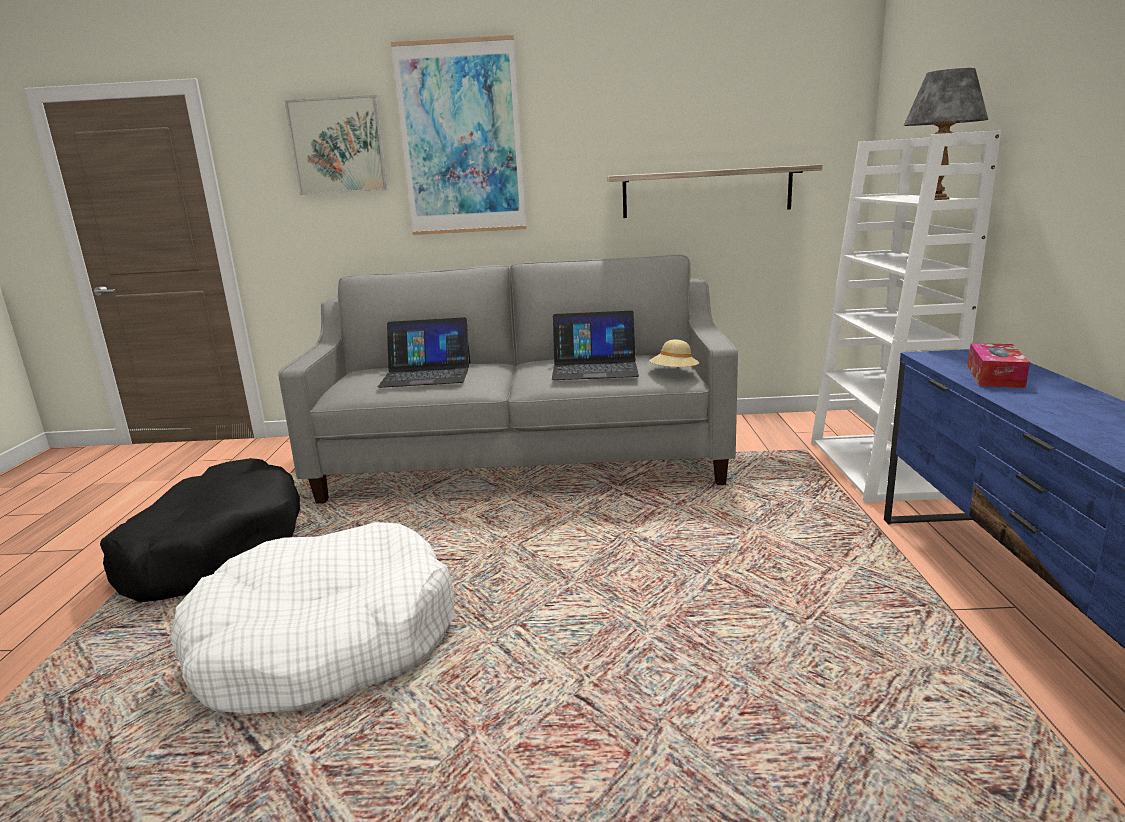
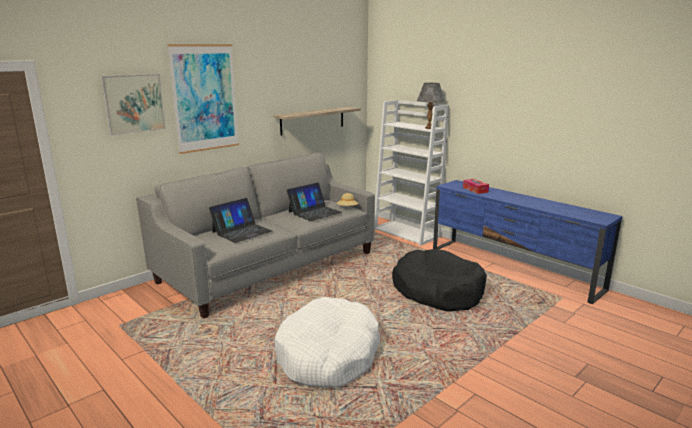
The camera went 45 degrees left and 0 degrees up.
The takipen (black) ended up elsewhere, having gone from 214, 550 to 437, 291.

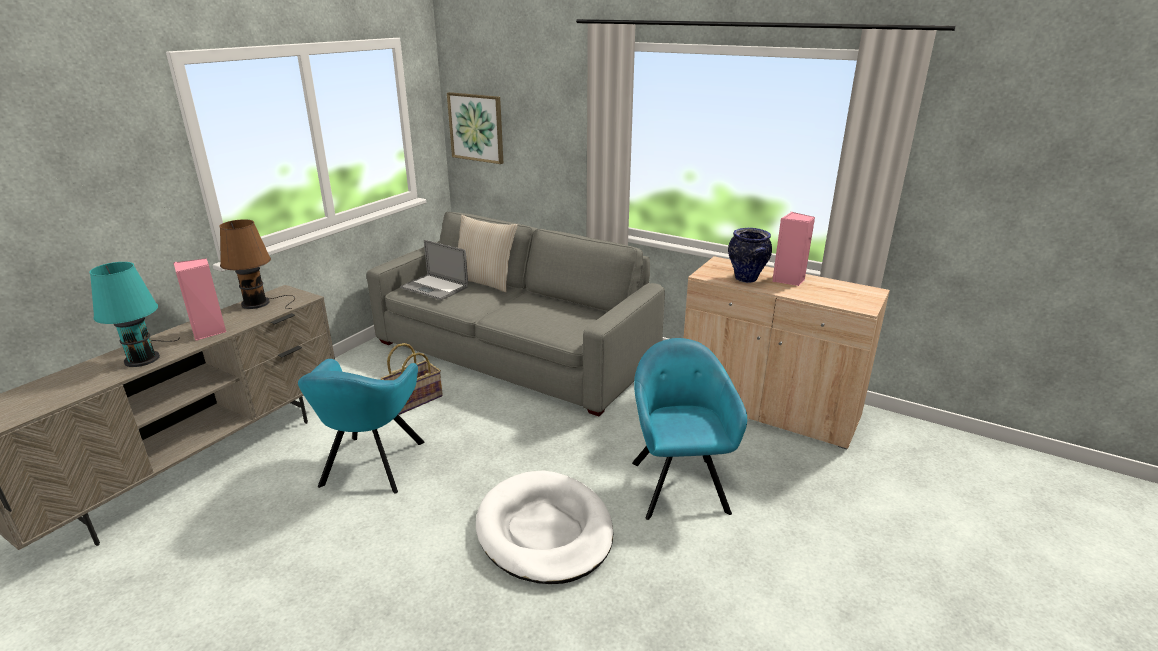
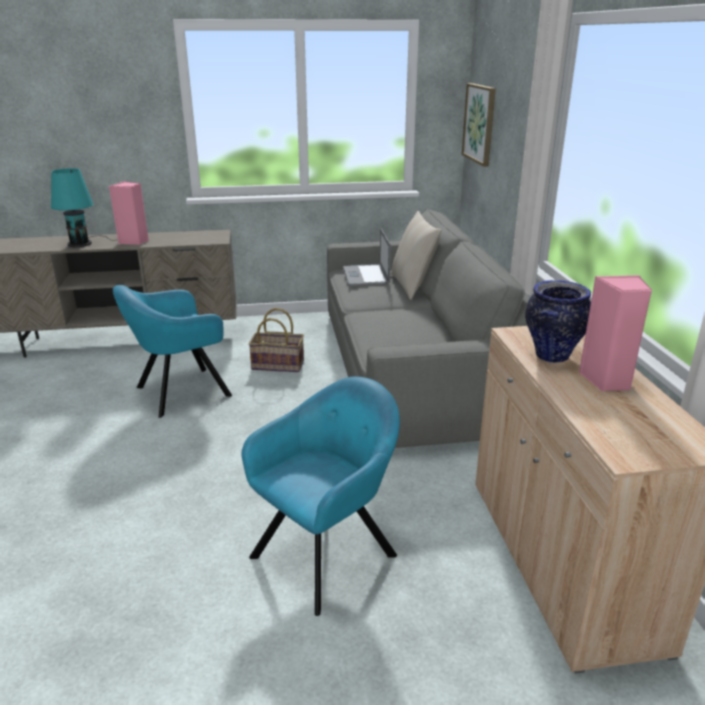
The camera went 50 degrees right and 0 degrees up.
The second view lost the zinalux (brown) at 259, 303.
The second view lost the takipen (white) at 544, 531.

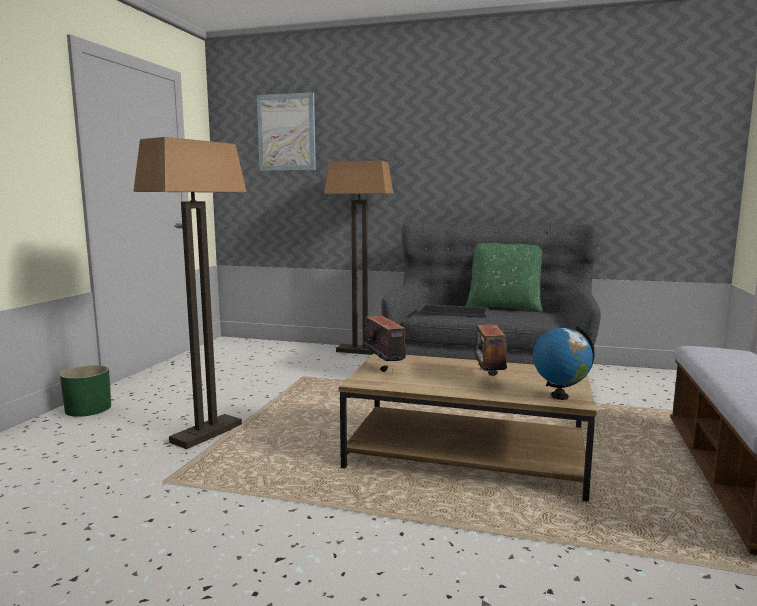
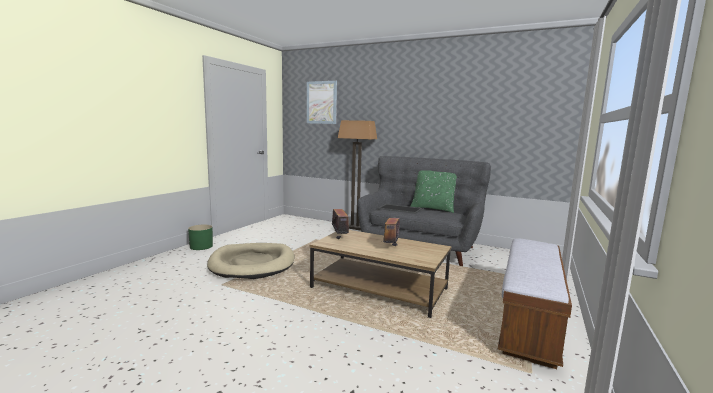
The camera went 10 degrees right and 0 degrees up.
Where the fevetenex stood at 207, 433, the takipen (beige) came to stand at 252, 264.
The second view lost the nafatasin at 559, 396.

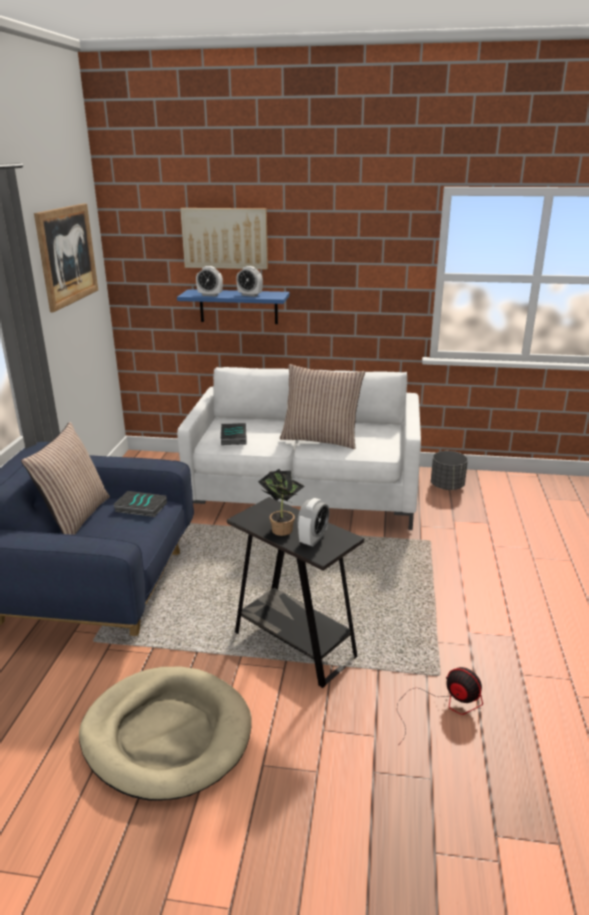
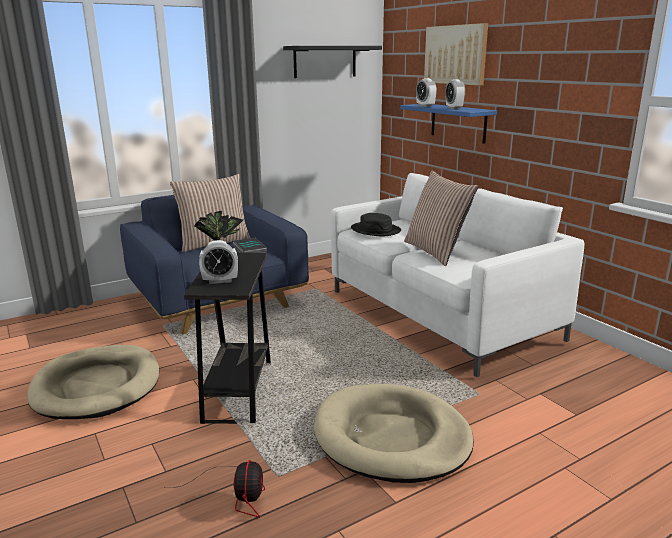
The camera went 50 degrees right and 5 degrees down.
Where the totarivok hung at 67, 255, the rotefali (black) came to hang at 325, 61.
The second view gained the takipen (beige) at 391, 437.
Where the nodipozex stood at 233, 437, the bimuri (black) came to stand at 375, 230.
The second view lost the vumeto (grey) at 447, 486.

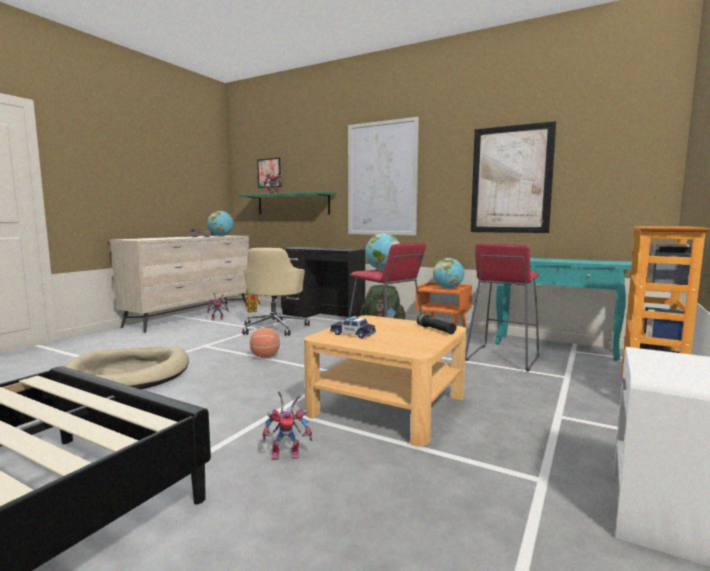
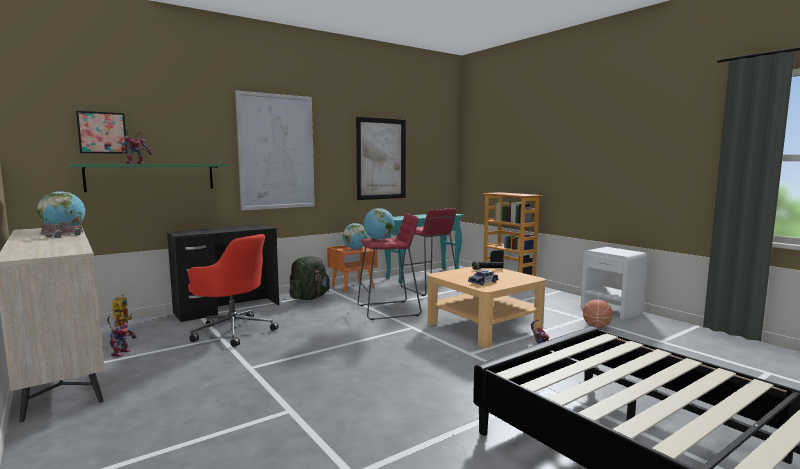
The camera went 65 degrees left and 0 degrees up.
What was the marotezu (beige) at 274, 328 turned into the marotezu (red) at 233, 331.
The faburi ended up elsewhere, having gone from 265, 357 to 596, 326.
The second view lost the takipen (beige) at 128, 374.

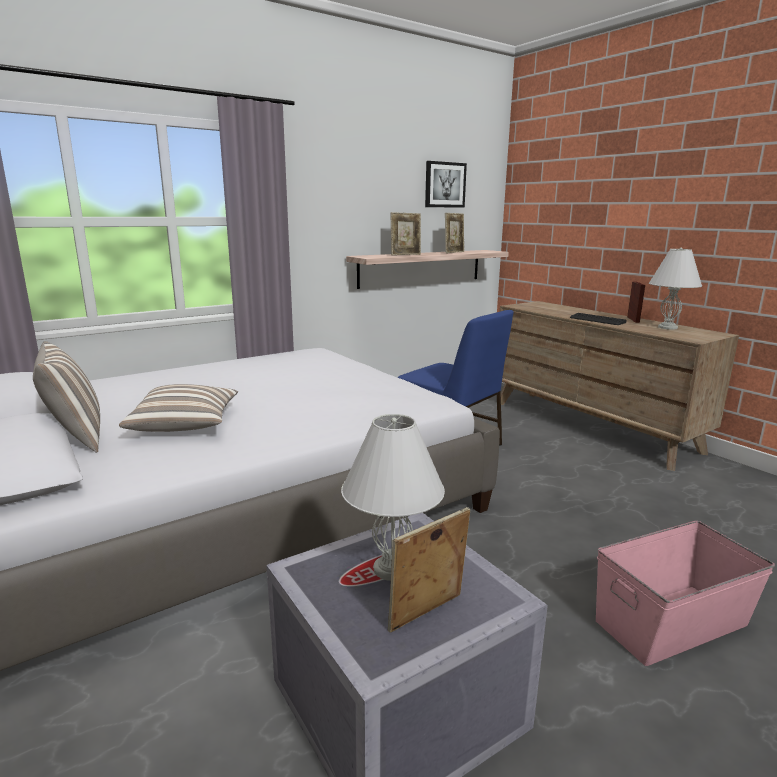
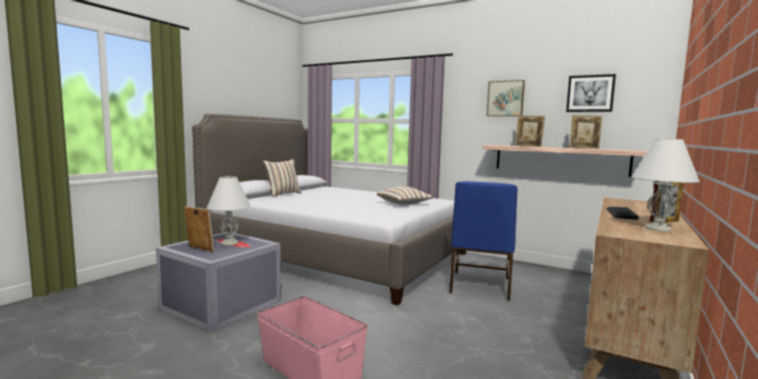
The camera went 65 degrees right and 10 degrees down.
The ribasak ended up elsewhere, having gone from 185, 425 to 404, 204.
The second view gained the totarivok at 505, 98.

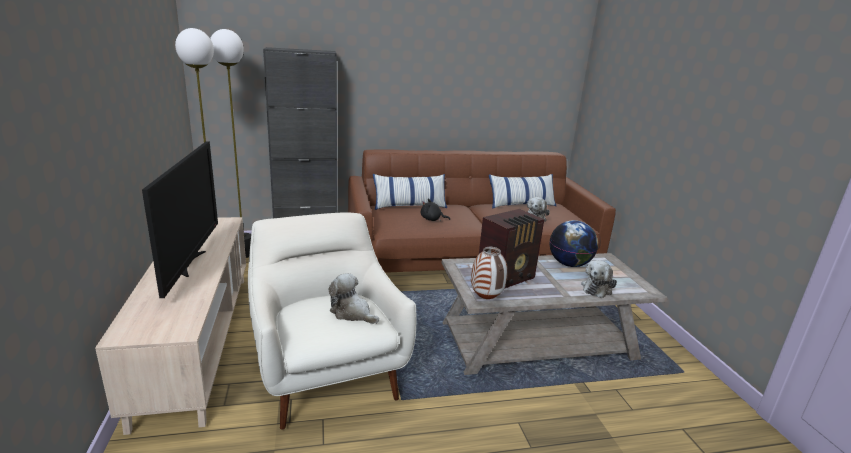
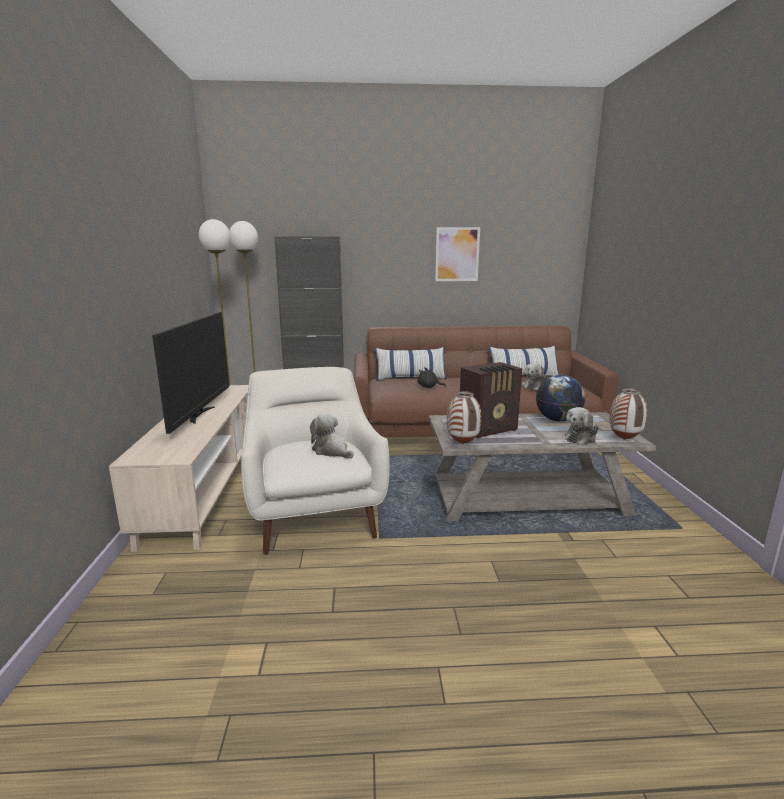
The camera went 10 degrees right and 5 degrees down.
The second view gained the totarivok at 457, 254.
The second view gained the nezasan at 623, 439.

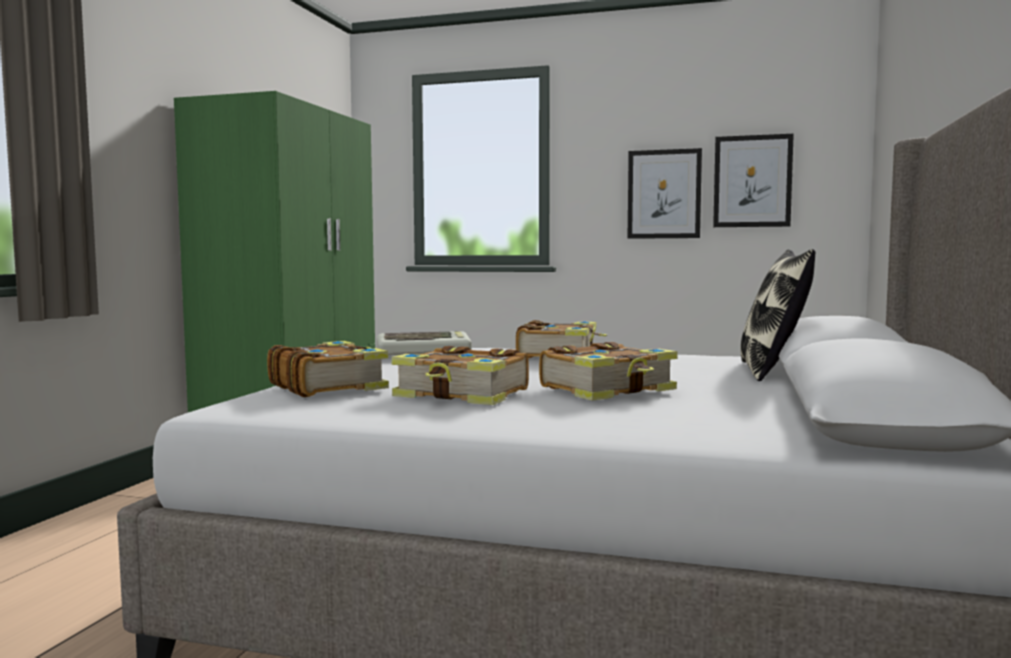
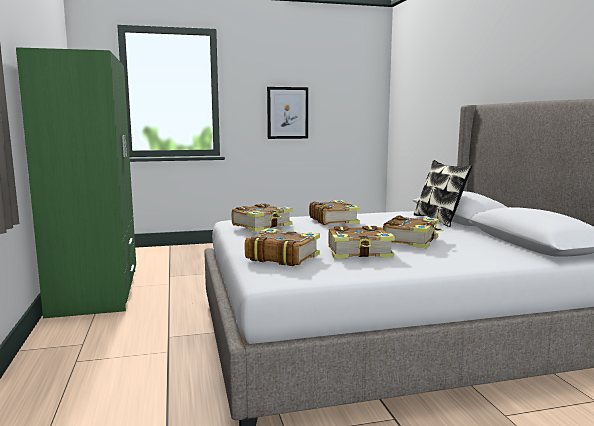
The camera went 30 degrees left and 5 degrees up.
Where the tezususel stood at 424, 352, the nodipozex came to stand at 263, 226.
The second view lost the totarivok at 752, 181.

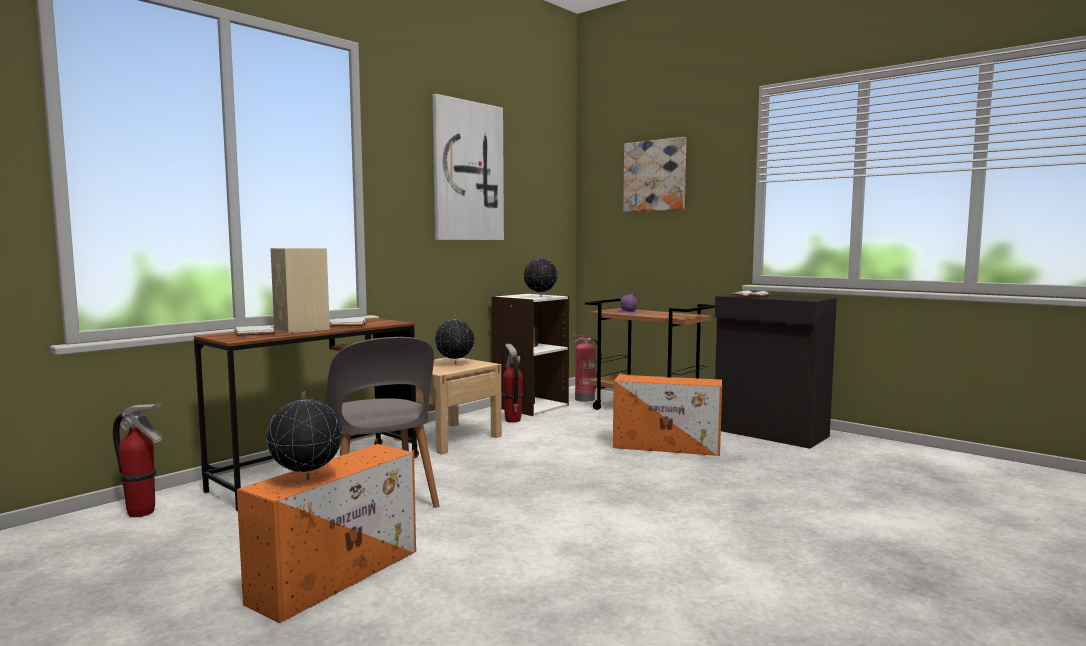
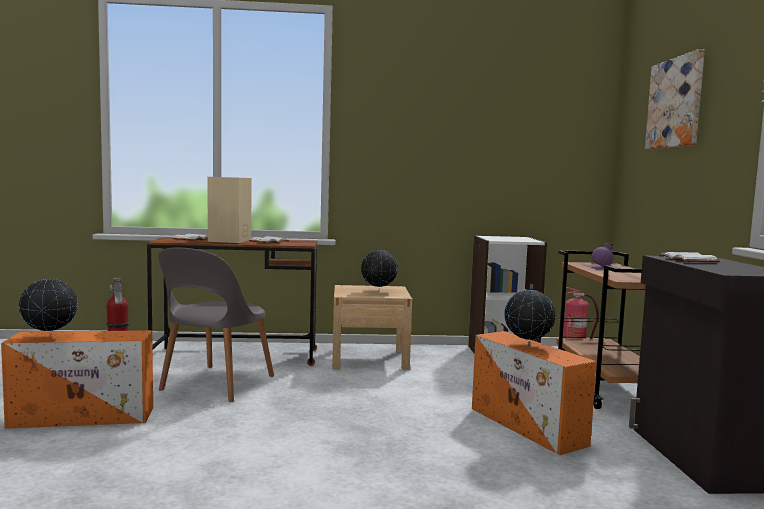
The camera went 45 degrees right and 0 degrees up.
The nafatasin ended up elsewhere, having gone from 540, 297 to 527, 346.
The second view lost the totarivok at 467, 171.
The second view lost the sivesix at 512, 420.

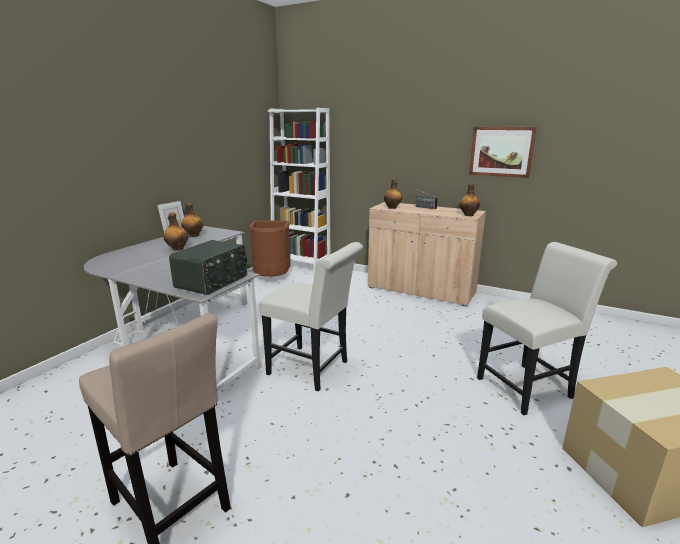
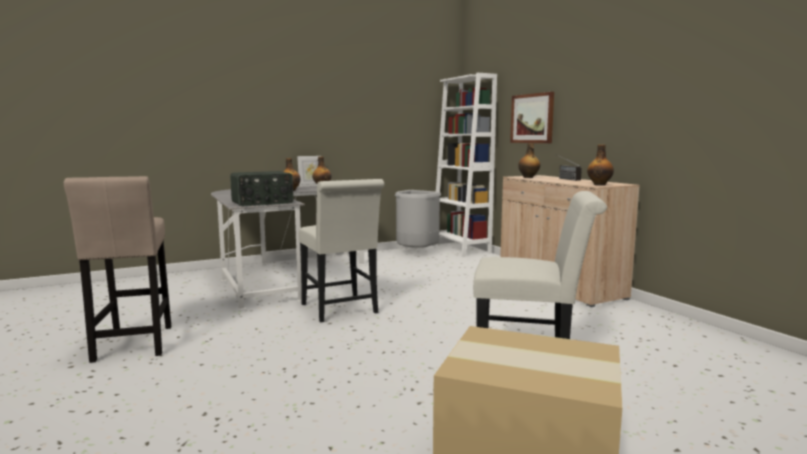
The camera went 35 degrees right and 10 degrees down.
What was the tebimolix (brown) at 272, 279 turned into the tebimolix (grey) at 416, 253.
The totarivok ended up elsewhere, having gone from 501, 151 to 532, 118.

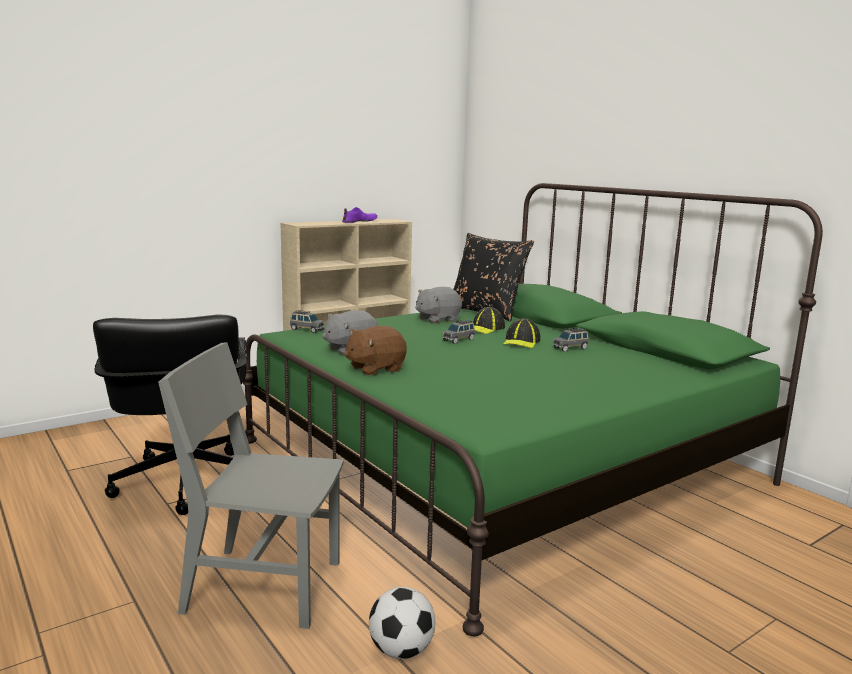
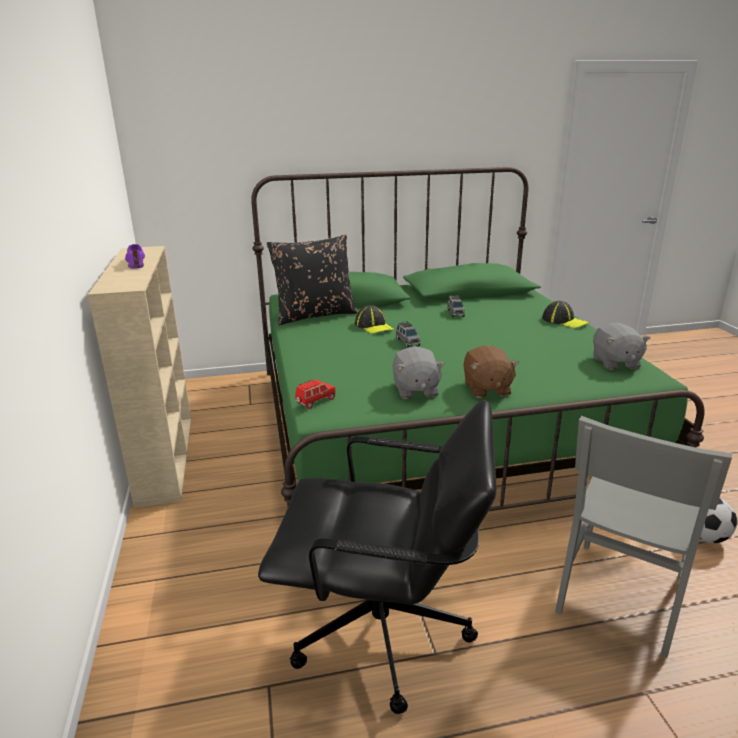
The camera went 65 degrees left and 10 degrees up.
What was the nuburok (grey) at 306, 330 turned into the nuburok (red) at 315, 401.
The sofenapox ended up elsewhere, having gone from 521, 342 to 564, 321.
The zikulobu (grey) ended up elsewhere, having gone from 437, 319 to 615, 363.

